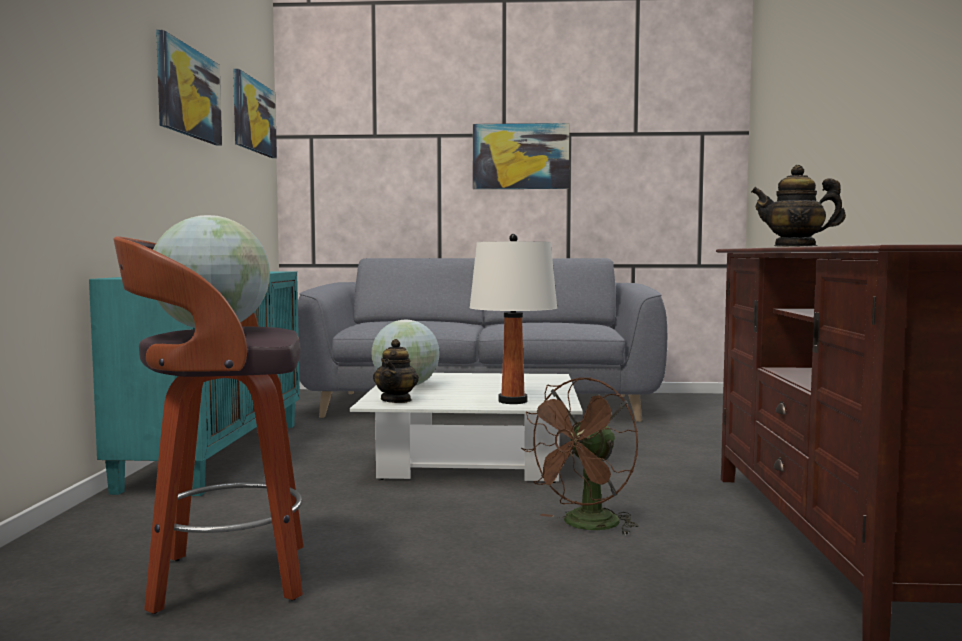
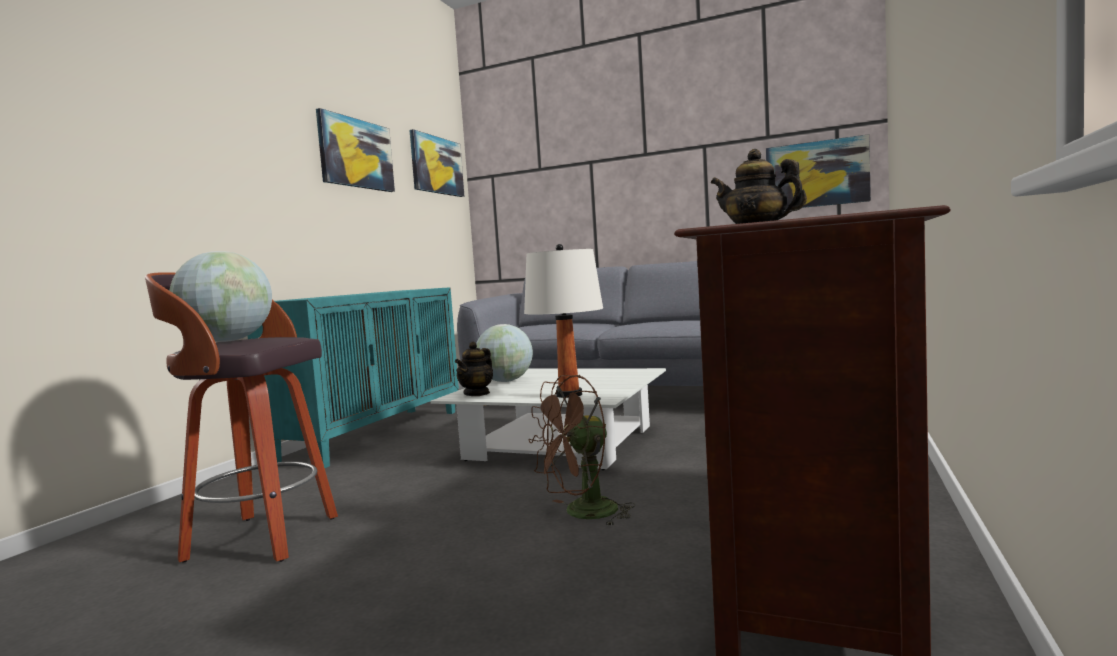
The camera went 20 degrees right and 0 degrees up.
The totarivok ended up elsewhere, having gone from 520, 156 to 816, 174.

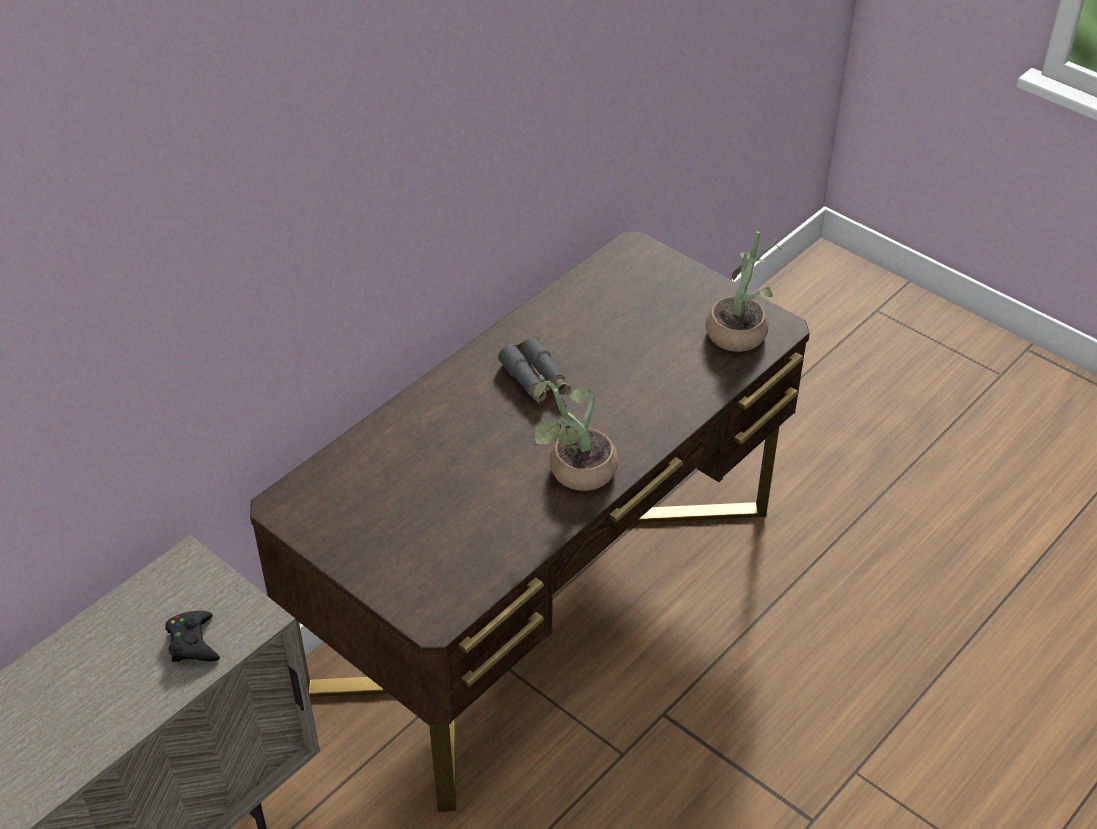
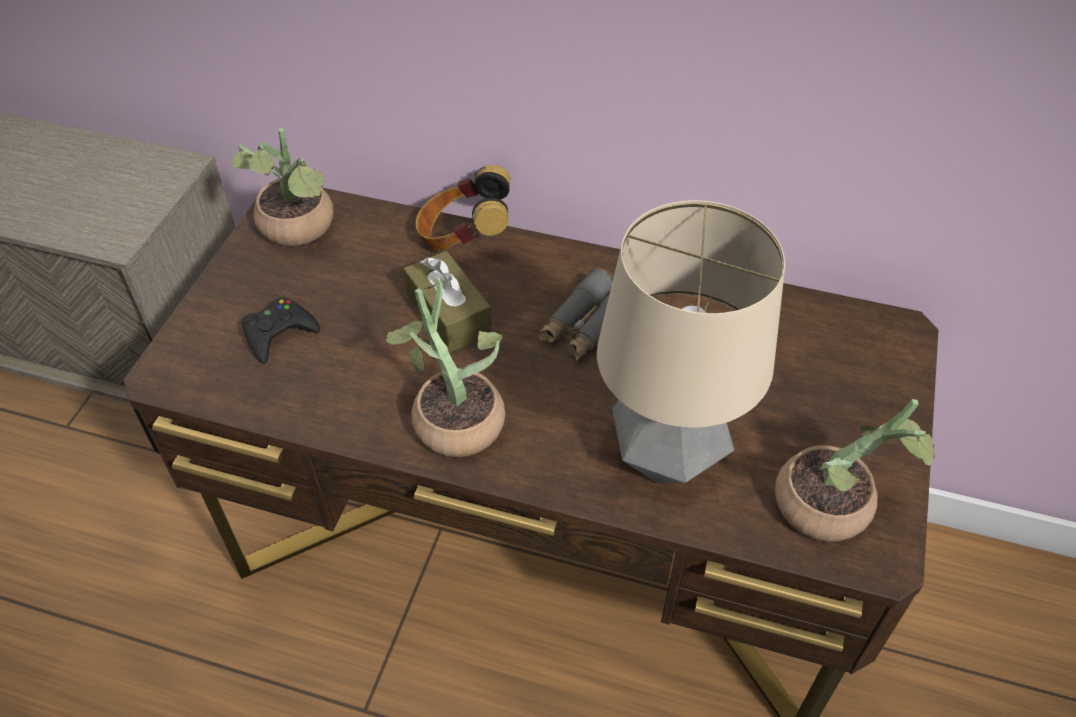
The camera went 65 degrees right and 5 degrees up.
The second view gained the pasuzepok at 298, 230.
The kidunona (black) ended up elsewhere, having gone from 193, 642 to 278, 333.
The second view gained the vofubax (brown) at 449, 314.
The second view gained the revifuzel at 464, 237.
The second view gained the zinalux at 667, 458.

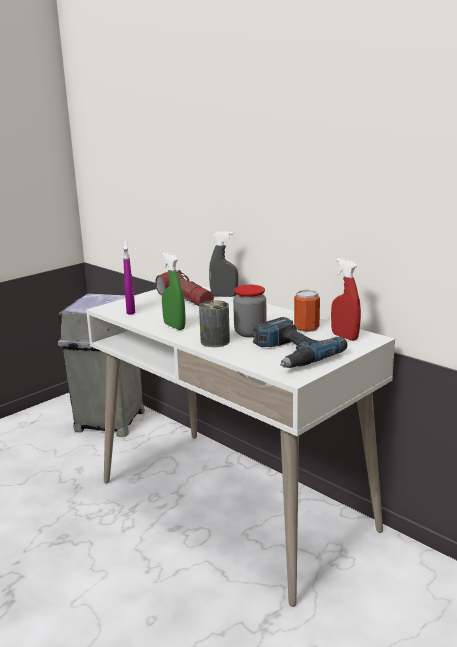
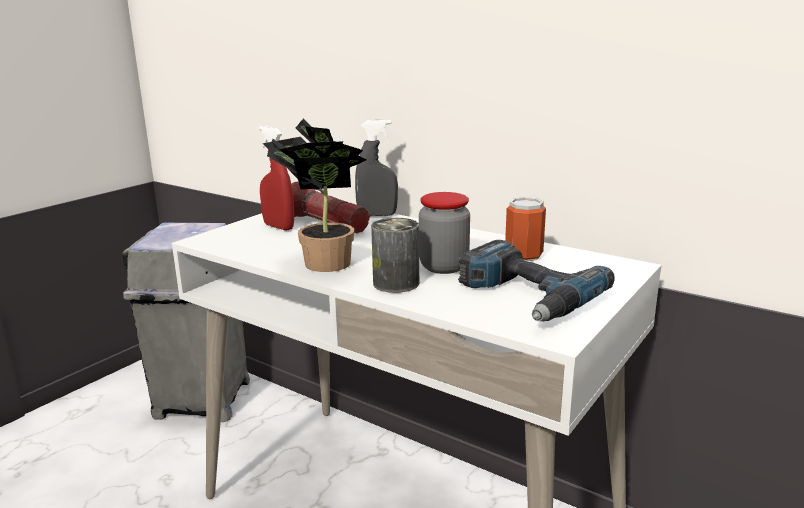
The camera went 10 degrees left and 0 degrees up.
The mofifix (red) ended up elsewhere, having gone from 344, 337 to 278, 227.
Where the mofifix (green) stood at 174, 326, the pasuzepok came to stand at 321, 262.
The second view lost the mofifix (purple) at 131, 311.

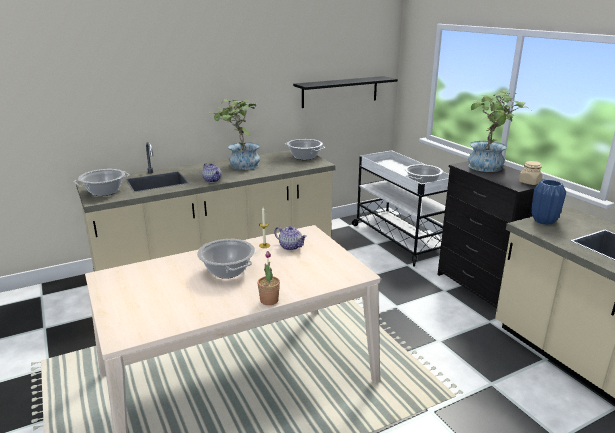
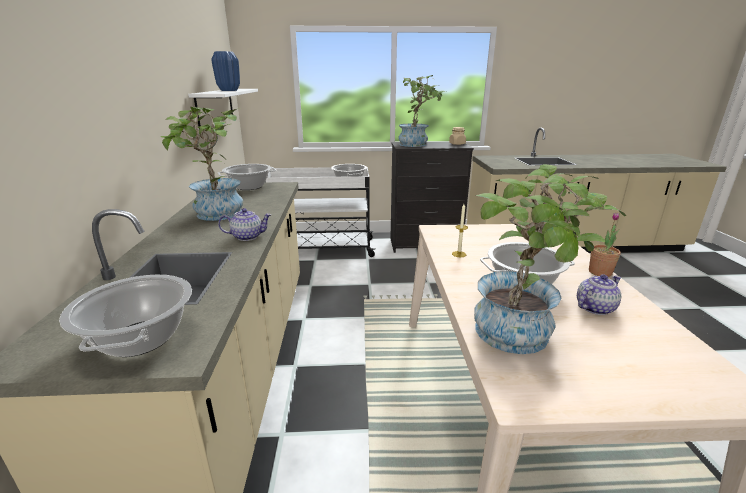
The camera went 65 degrees left and 0 degrees up.
What was the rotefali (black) at 340, 91 turned into the rotefali (white) at 215, 107.
The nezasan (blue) ended up elsewhere, having gone from 543, 221 to 228, 90.
The second view gained the pasuzepok at 520, 337.
The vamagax ended up elsewhere, having gone from 291, 246 to 594, 307.

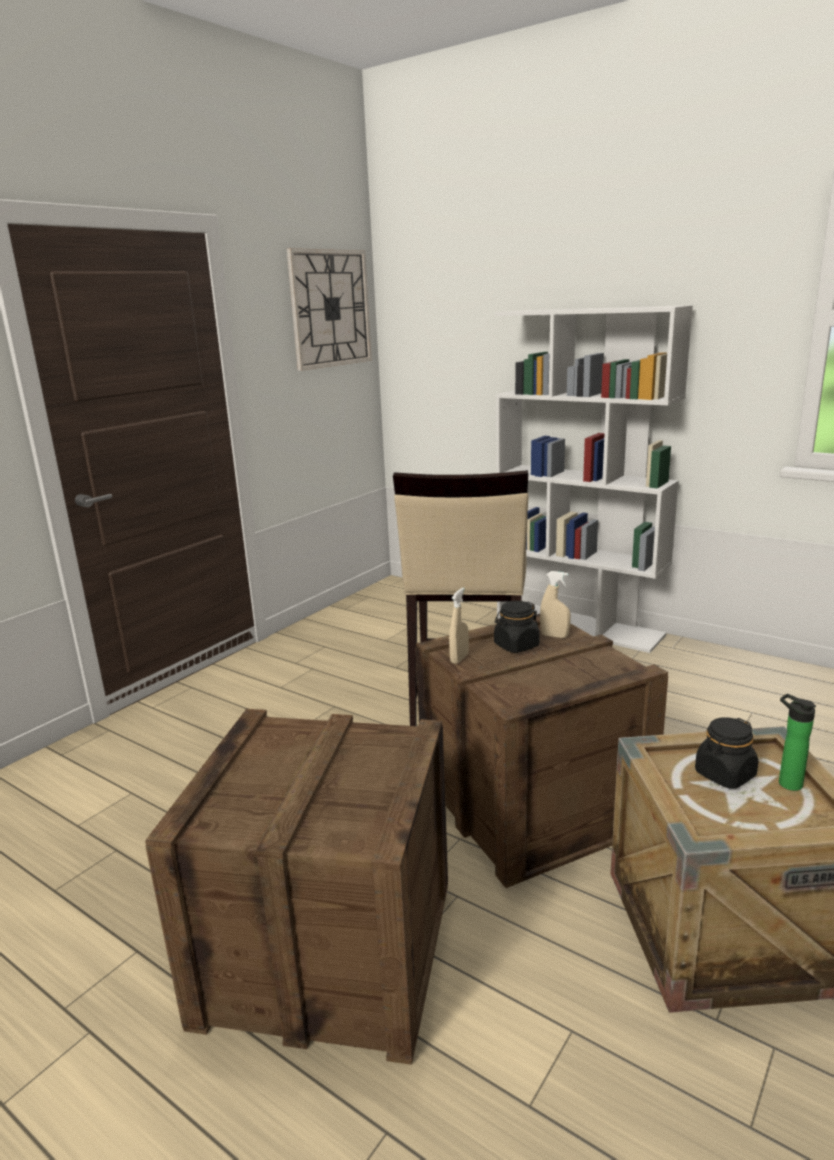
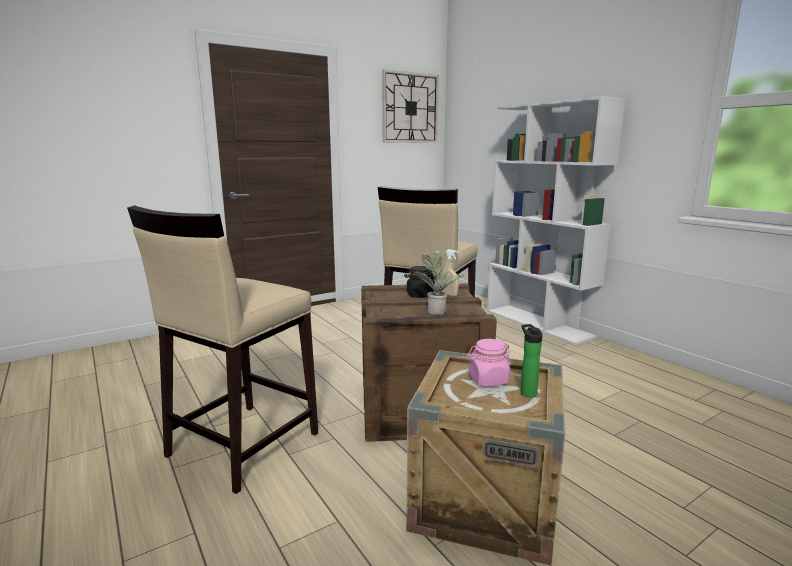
The camera went 20 degrees right and 5 degrees down.
Where the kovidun stood at 328, 952, the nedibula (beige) came to stand at 241, 444.
The second view gained the pasuzepok at 437, 310.
What was the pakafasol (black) at 724, 775 turned into the pakafasol (pink) at 488, 380.
The second view lost the mofifix (beige) at 459, 658.

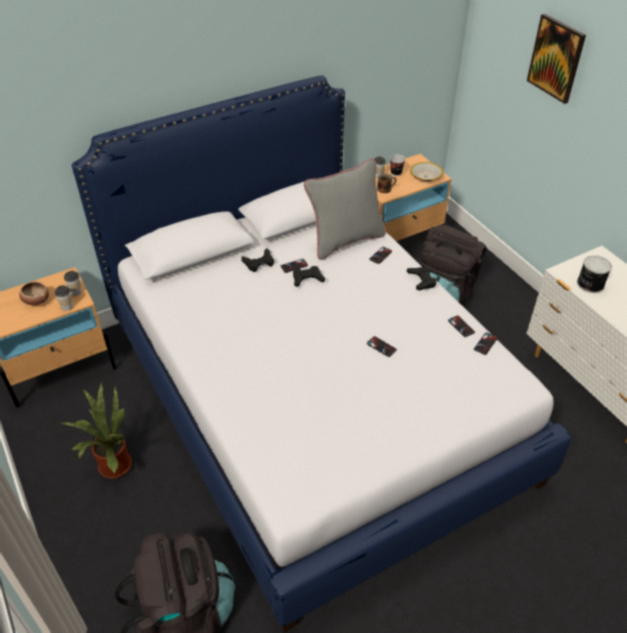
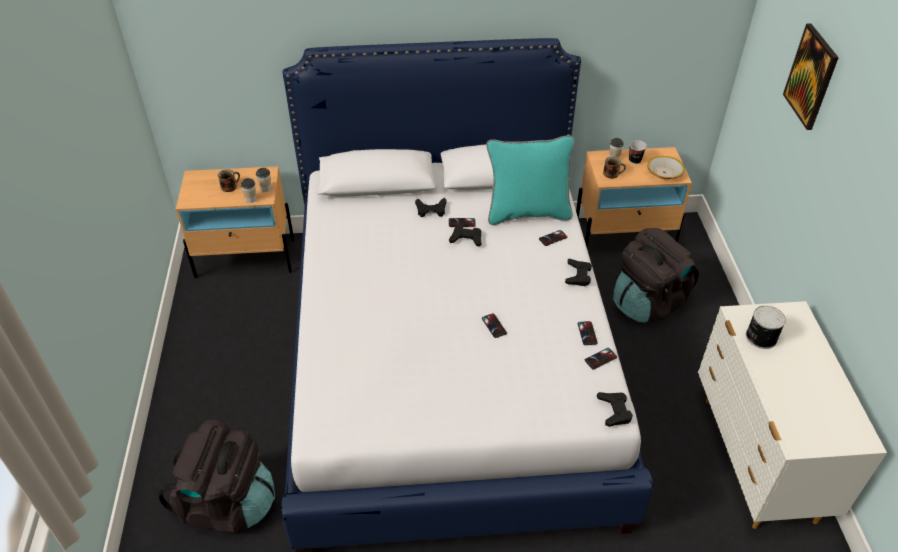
The camera went 25 degrees right and 0 degrees up.
Where the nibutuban stood at 36, 300, the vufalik came to stand at 230, 186.
What was the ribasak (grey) at 345, 240 turned into the ribasak (turquoise) at 527, 213.
The second view gained the kidunona (black) at 614, 411.
The second view lost the pasuzepok at 111, 465.

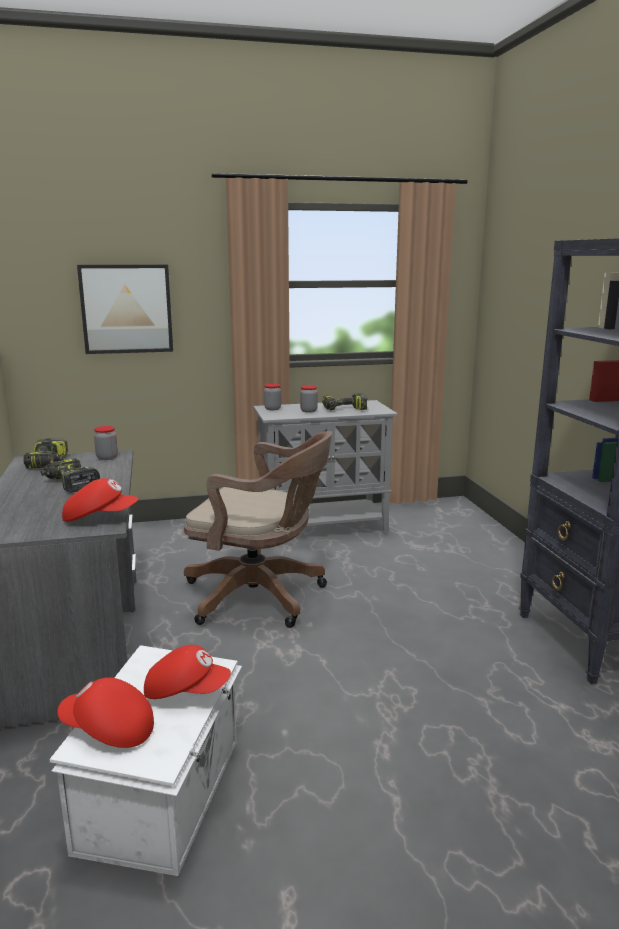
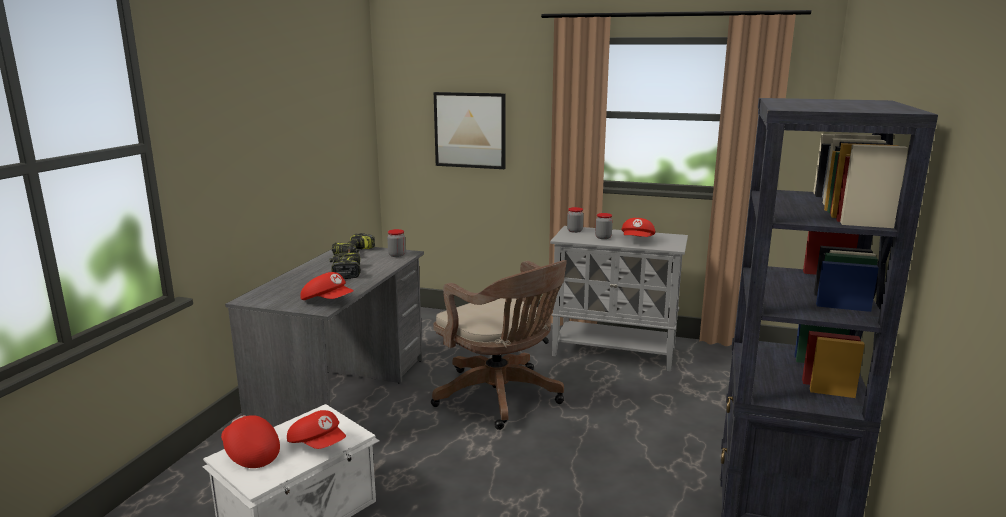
The camera went 30 degrees right and 0 degrees up.
Where the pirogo stood at 344, 409, the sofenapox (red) came to stand at 637, 241.

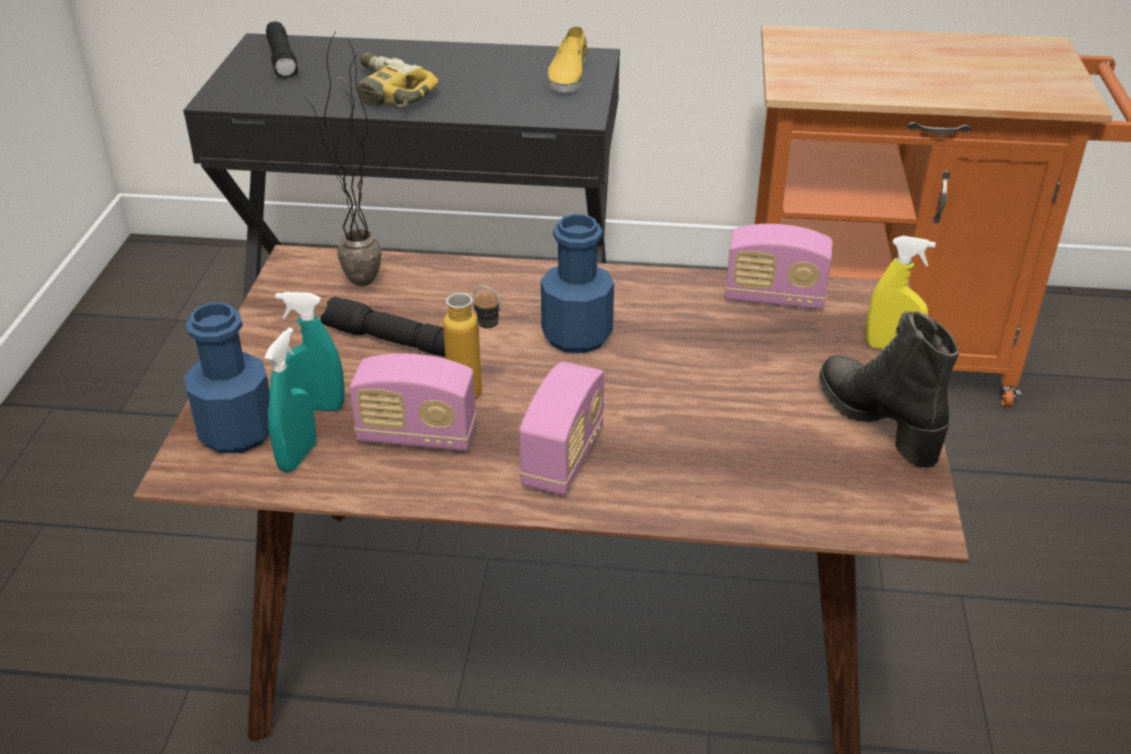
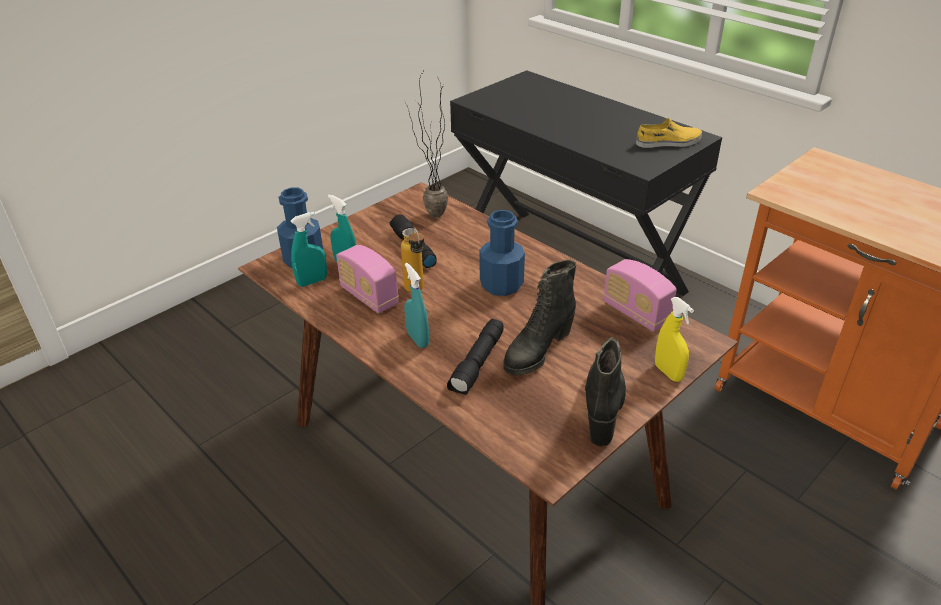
The camera went 40 degrees right and 0 degrees up.
Where the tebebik stood at 563, 458, the mofifix (turquoise) came to stand at 417, 339.
The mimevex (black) ended up elsewhere, having gone from 283, 60 to 478, 364.
The second view gained the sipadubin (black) at 537, 351.
The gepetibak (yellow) at 568, 74 ended up facing another way, 150 degrees counterclockwise from before.
The second view lost the pirogo at 384, 93.

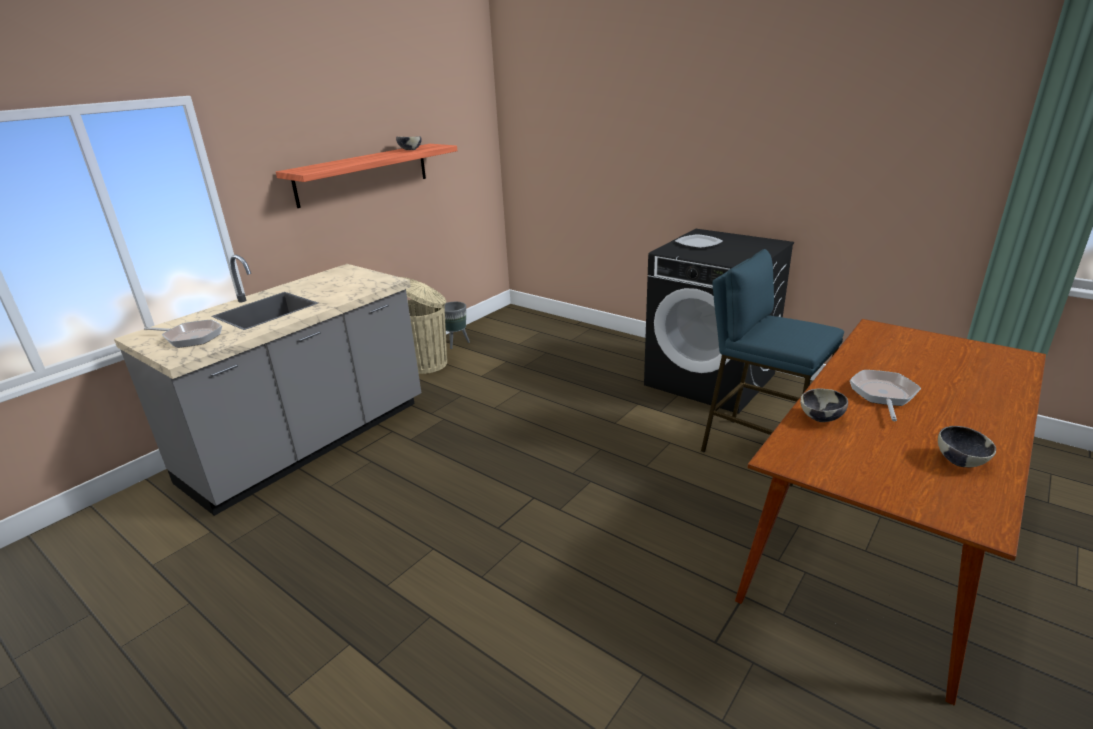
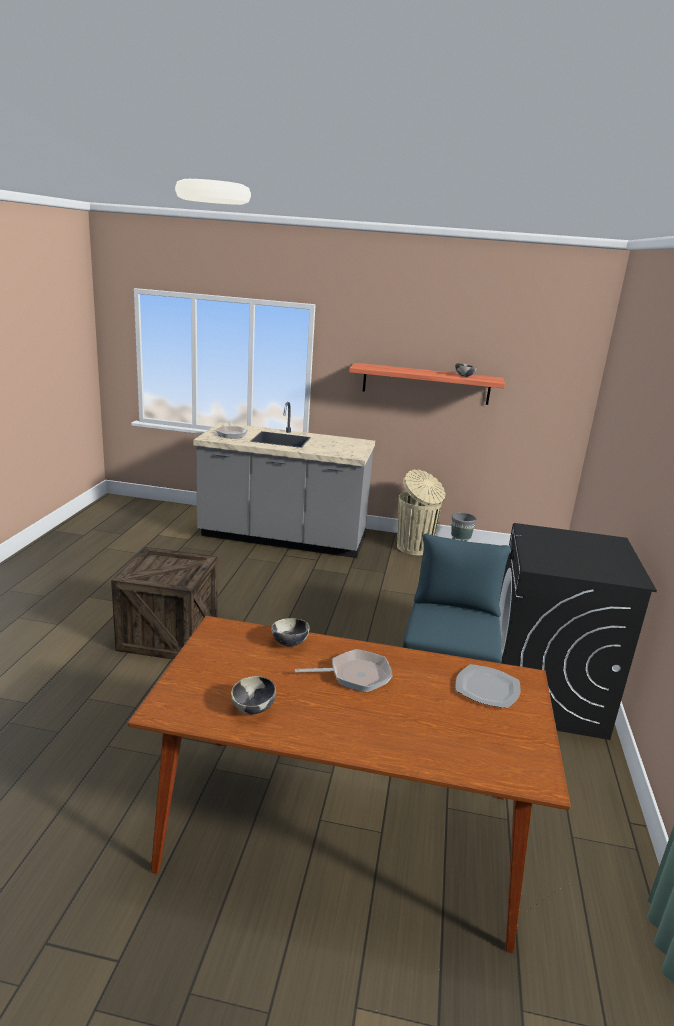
The camera went 60 degrees right and 5 degrees down.
The second view gained the kovidun at 168, 635.
The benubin ended up elsewhere, having gone from 698, 243 to 488, 688.

